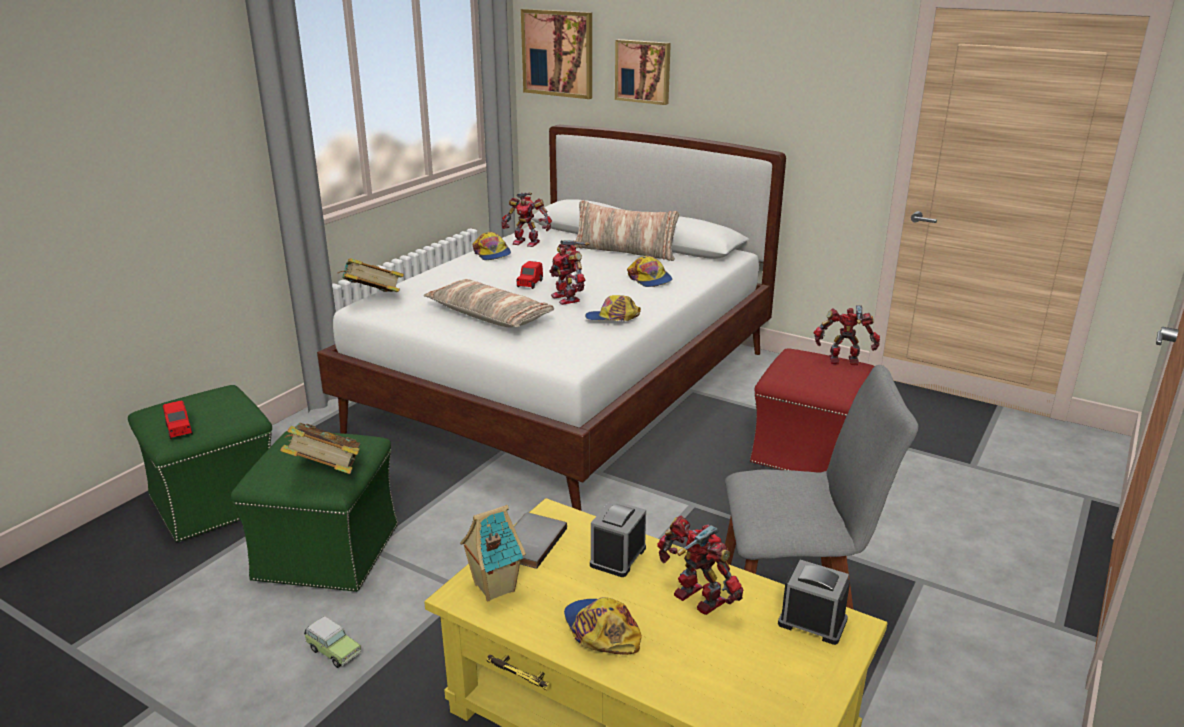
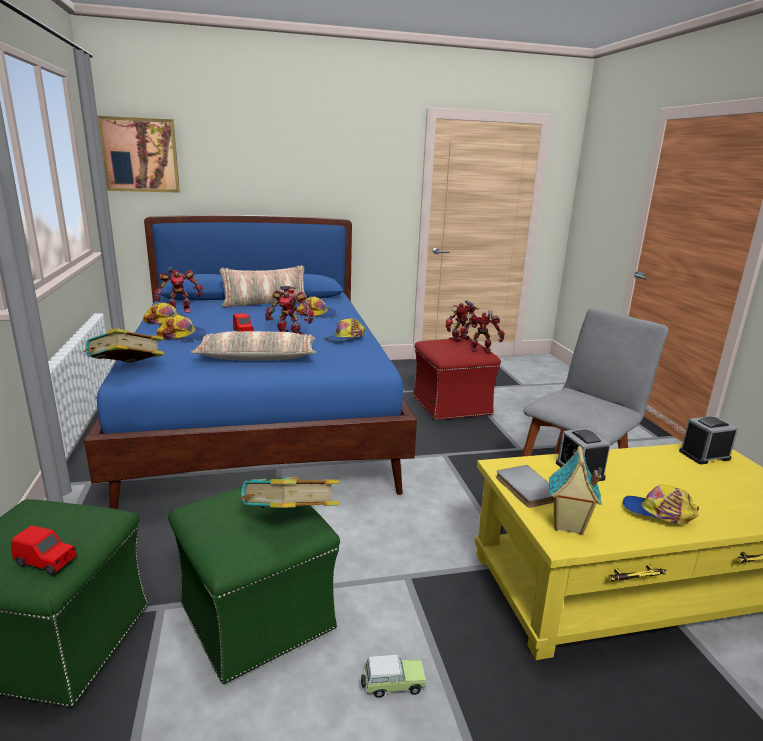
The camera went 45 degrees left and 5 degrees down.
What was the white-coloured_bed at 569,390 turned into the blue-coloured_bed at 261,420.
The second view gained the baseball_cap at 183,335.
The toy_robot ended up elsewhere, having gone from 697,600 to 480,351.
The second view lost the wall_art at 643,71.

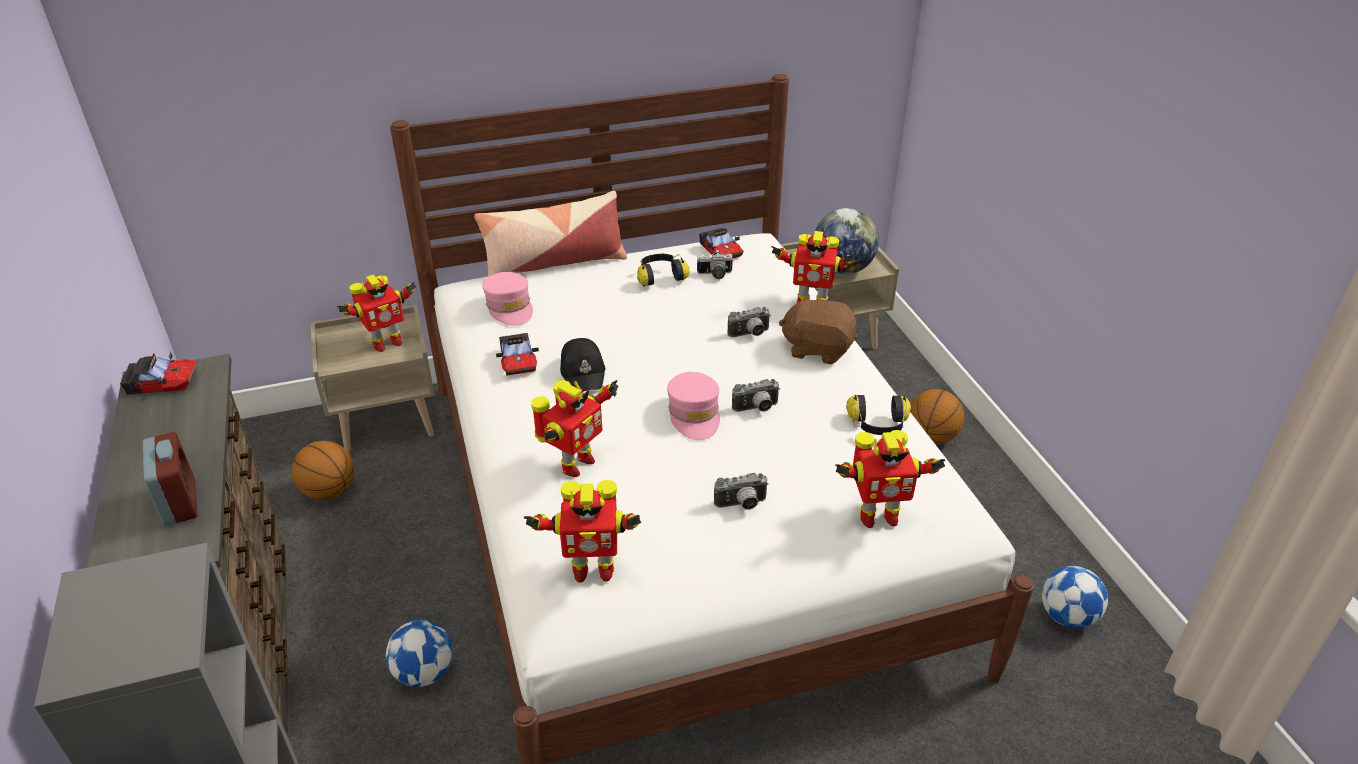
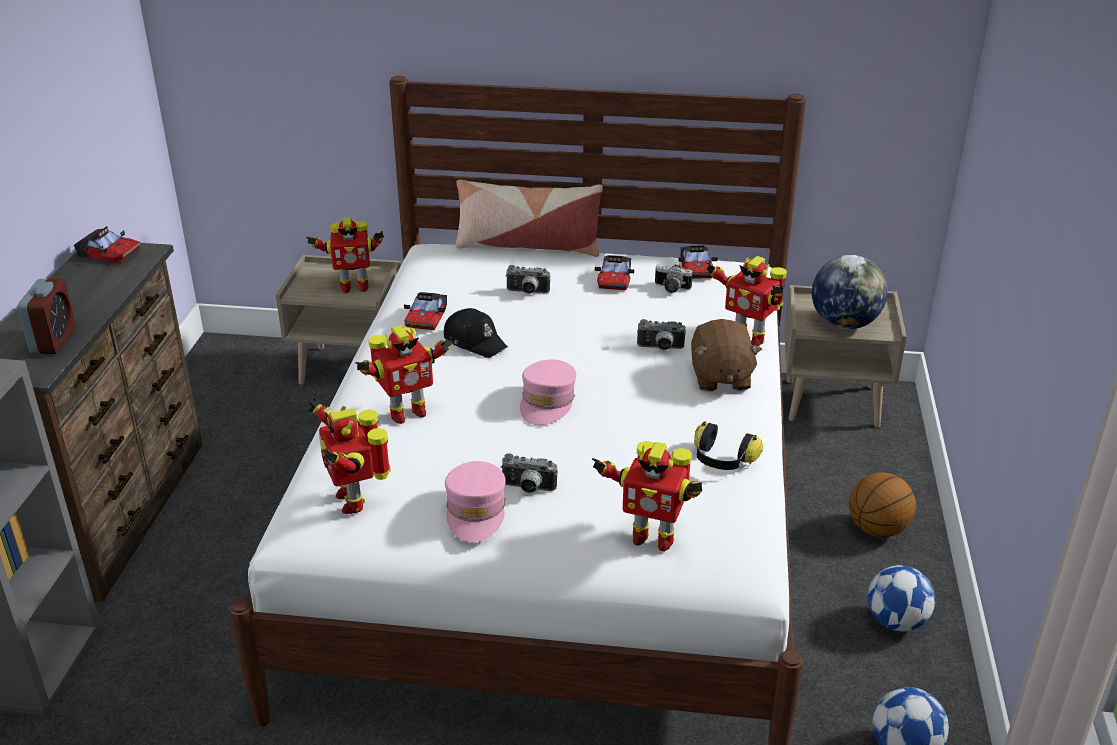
The camera went 25 degrees right and 5 degrees down.
The toy_robot at 591,569 ended up facing another way, 45 degrees clockwise from before.
The blackish_baseball_cap at 583,372 ended up facing another way, 60 degrees counterclockwise from before.
The pink-coloured_baseball_cap ended up elsewhere, having gone from 510,307 to 476,511.
The still_camera ended up elsewhere, having gone from 757,409 to 527,292.
Where the headset stood at 660,277, the miniature_car came to stand at 615,279.
The brownish_soft_toy at 817,348 ended up facing another way, 135 degrees counterclockwise from before.
The football_ball ended up elsewhere, having gone from 424,672 to 896,621.
The second view lost the basketball at 329,491.

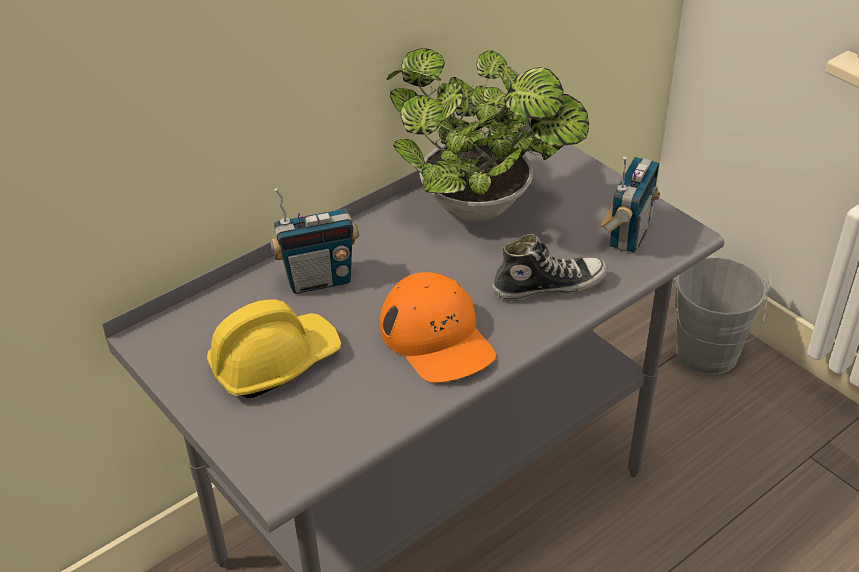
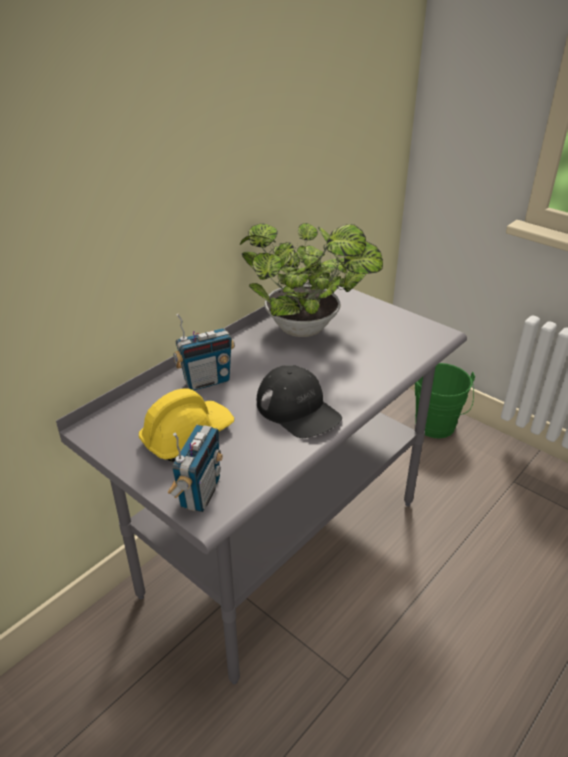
The camera went 10 degrees left and 5 degrees down.
The radio ended up elsewhere, having gone from 628,235 to 199,493.
What was the orangey_baseball_cap at 437,338 turned into the blackish_baseball_cap at 298,409.
What was the gray_water_bucket at 707,358 turned into the green_water_bucket at 436,428.
The second view lost the shoe at 549,286.

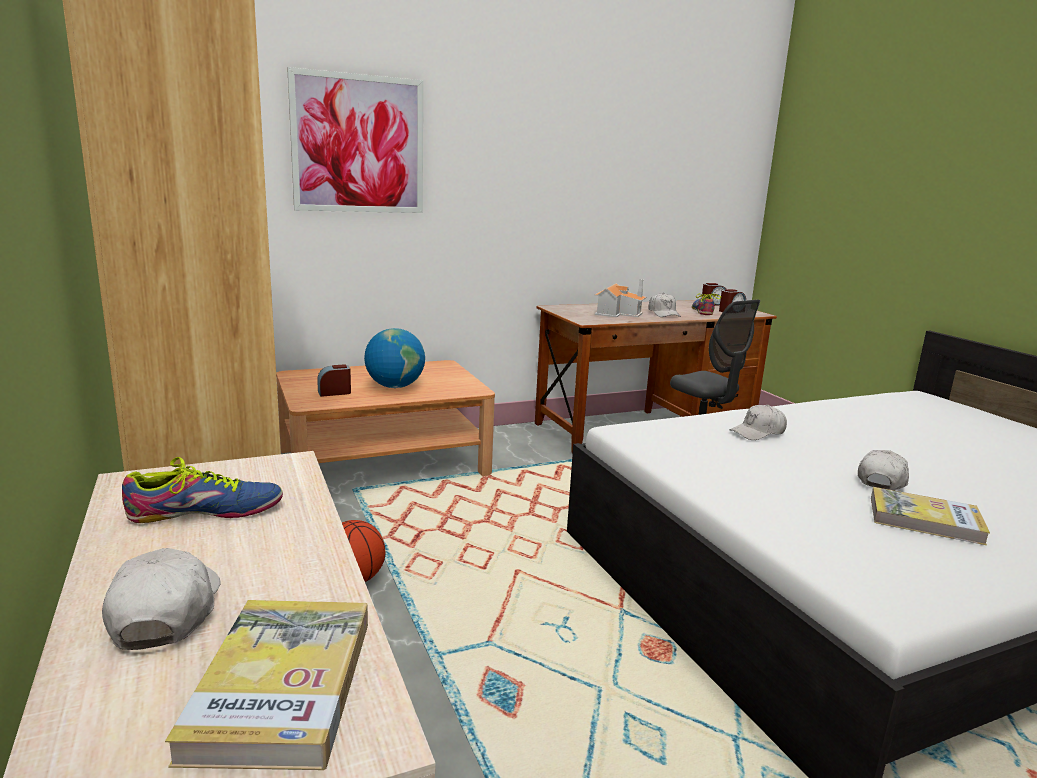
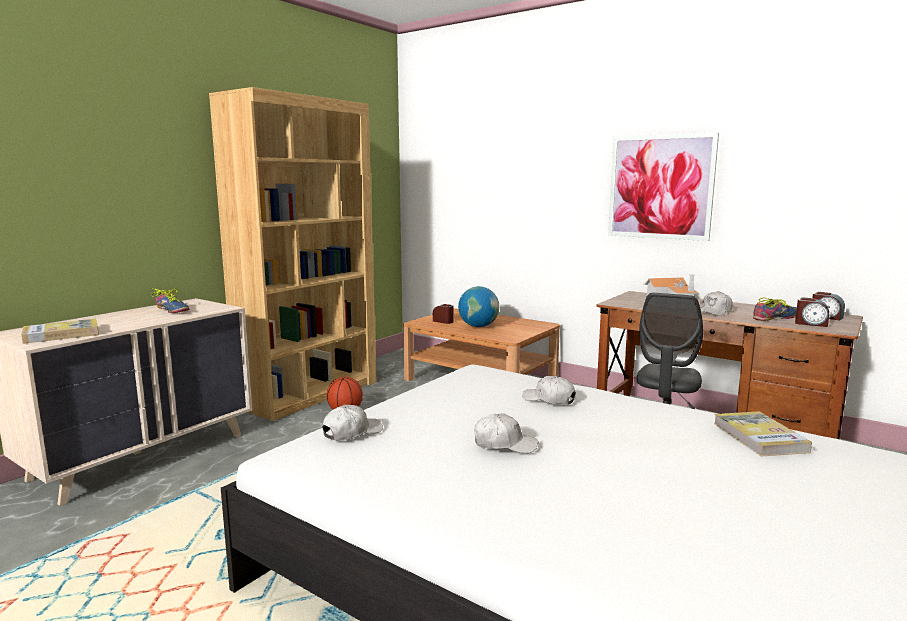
The camera went 60 degrees right and 5 degrees down.
The white-coloured_baseball_cap ended up elsewhere, having gone from 166,612 to 352,432.
The wall_art ended up elsewhere, having gone from 358,144 to 660,187.
The bound_book ended up elsewhere, having gone from 925,520 to 759,437.

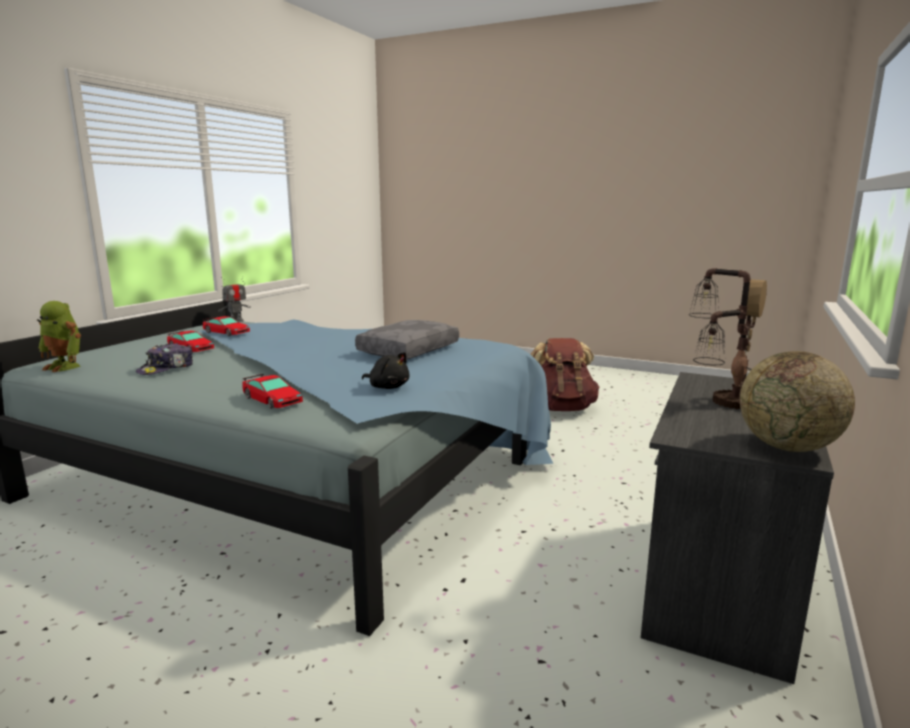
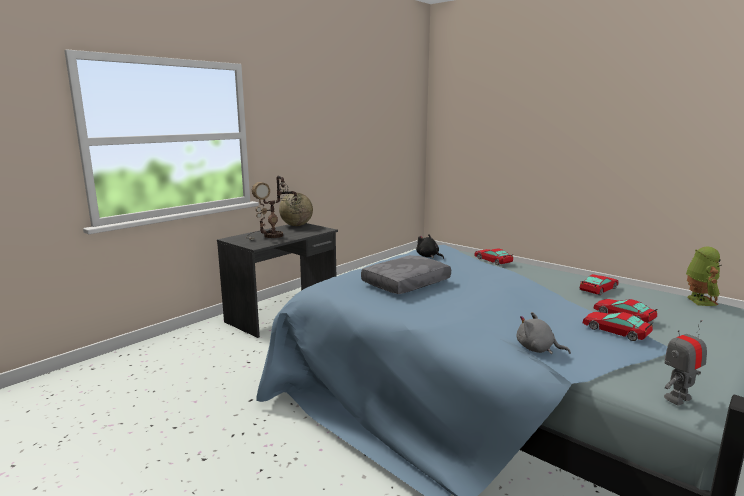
The camera went 165 degrees left and 0 degrees up.
The second view gained the gray_soft_toy at 537,349.
Where the baseball_cap stood at 166,369, the miniature_car came to stand at 598,289.
The toy_robot at 65,366 ended up facing another way, 60 degrees clockwise from before.
The second view lost the brownish_rucksack at 561,408.

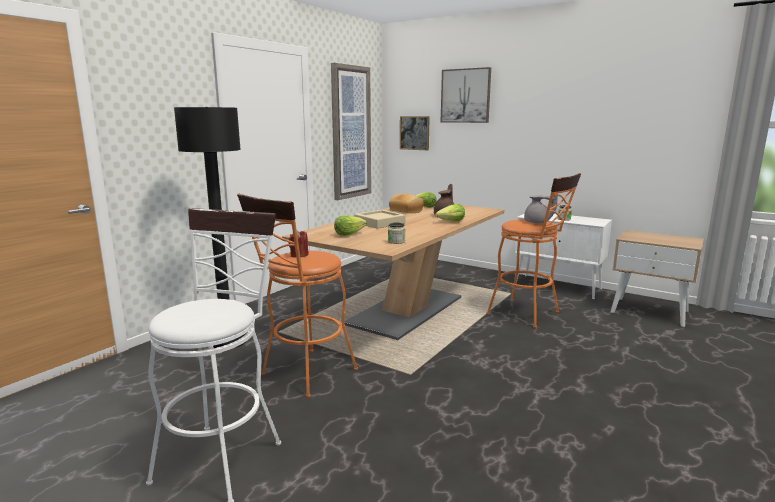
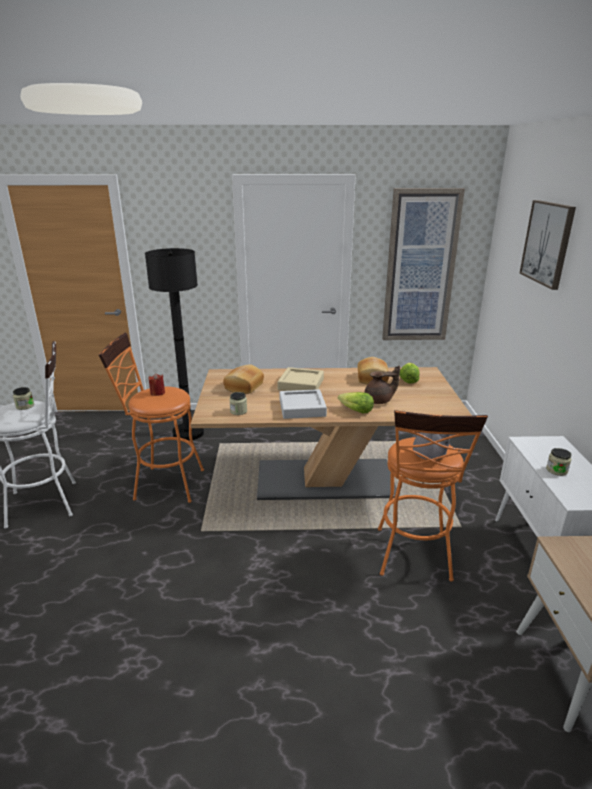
The camera went 55 degrees right and 10 degrees up.
The second view gained the storage_jar at 25,406.
Where the lettuce stood at 349,234, the bread came to stand at 243,386.
The second view gained the gray_tray at 302,408.
The second view lost the wall_art at 414,133.

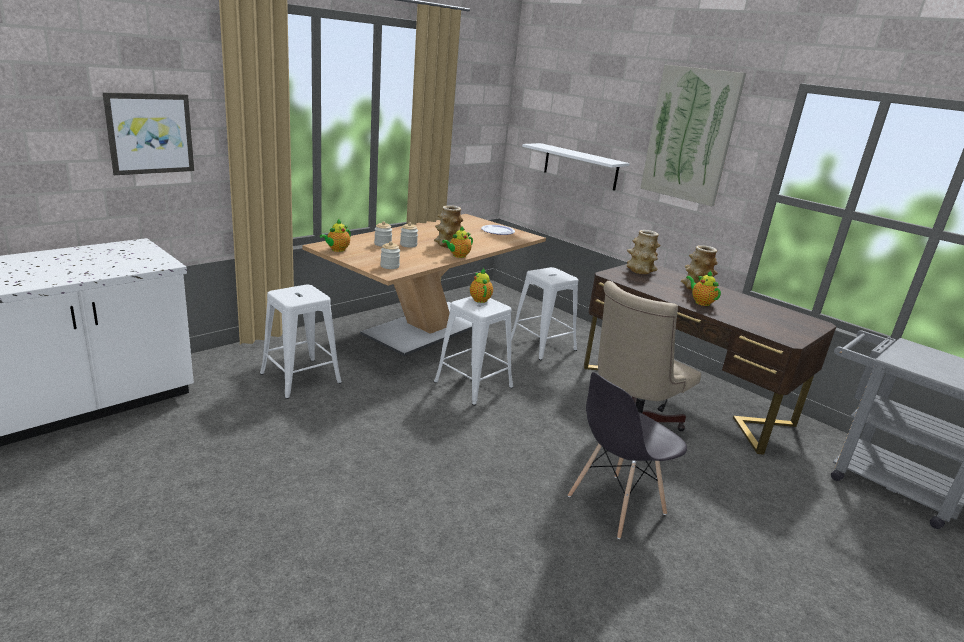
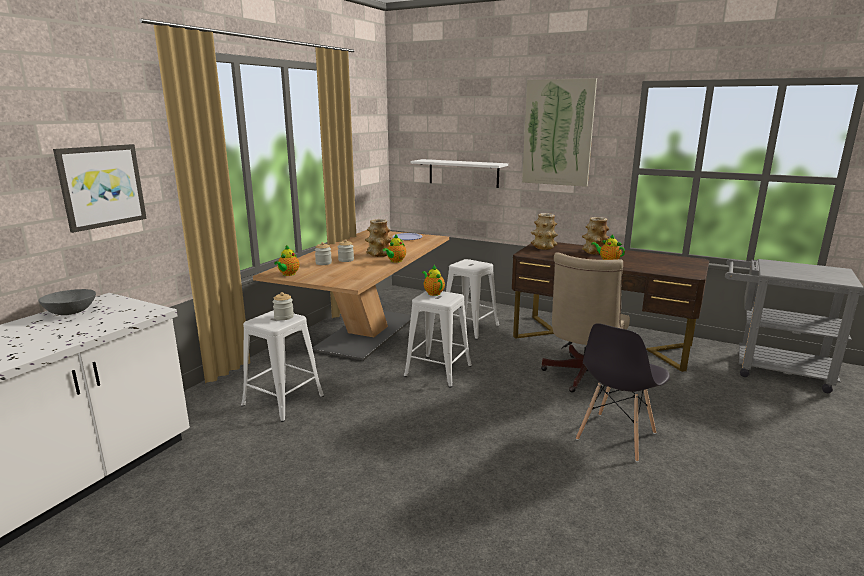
The camera went 15 degrees left and 5 degrees down.
The second view gained the gray_deep_dish at 71,312.
The storage_jar ended up elsewhere, having gone from 389,266 to 284,317.

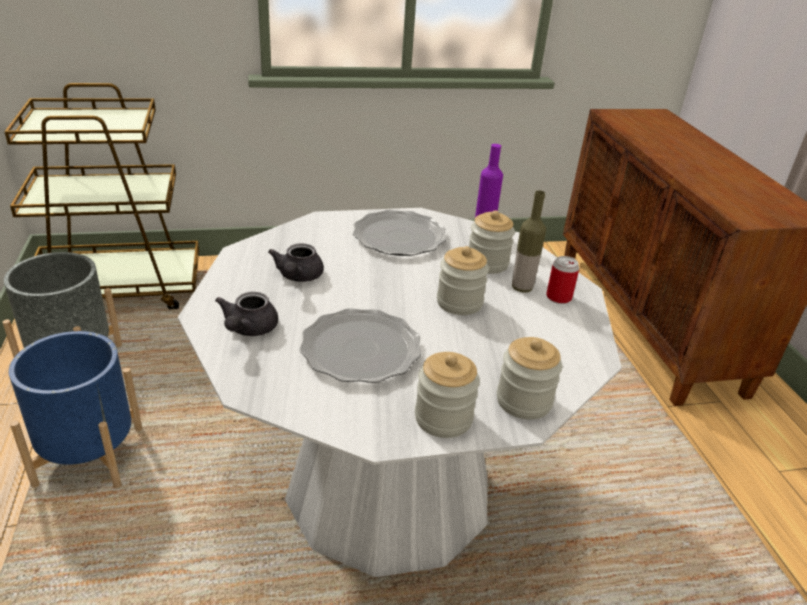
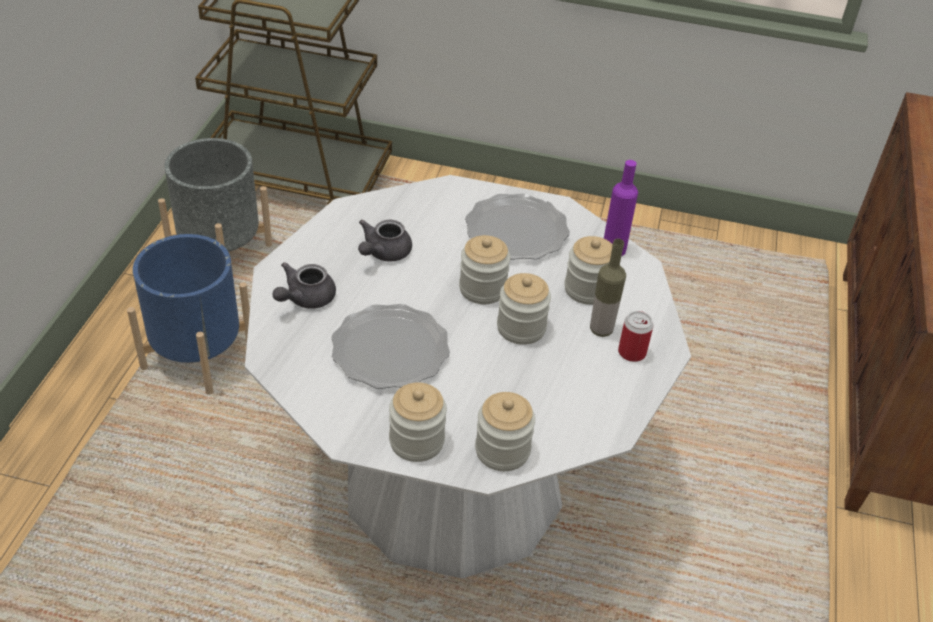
The camera went 25 degrees right and 10 degrees up.
The second view gained the storage_jar at 482,289.

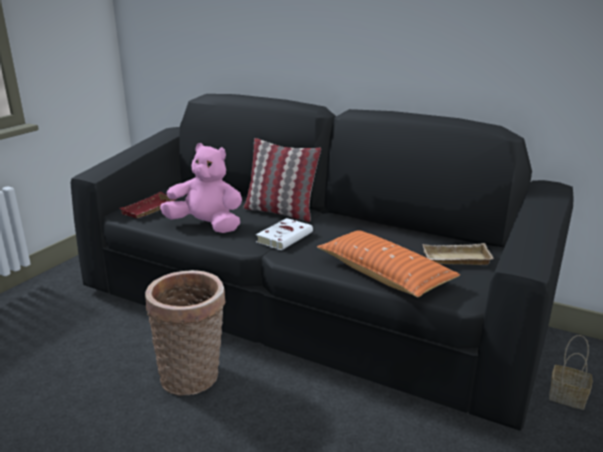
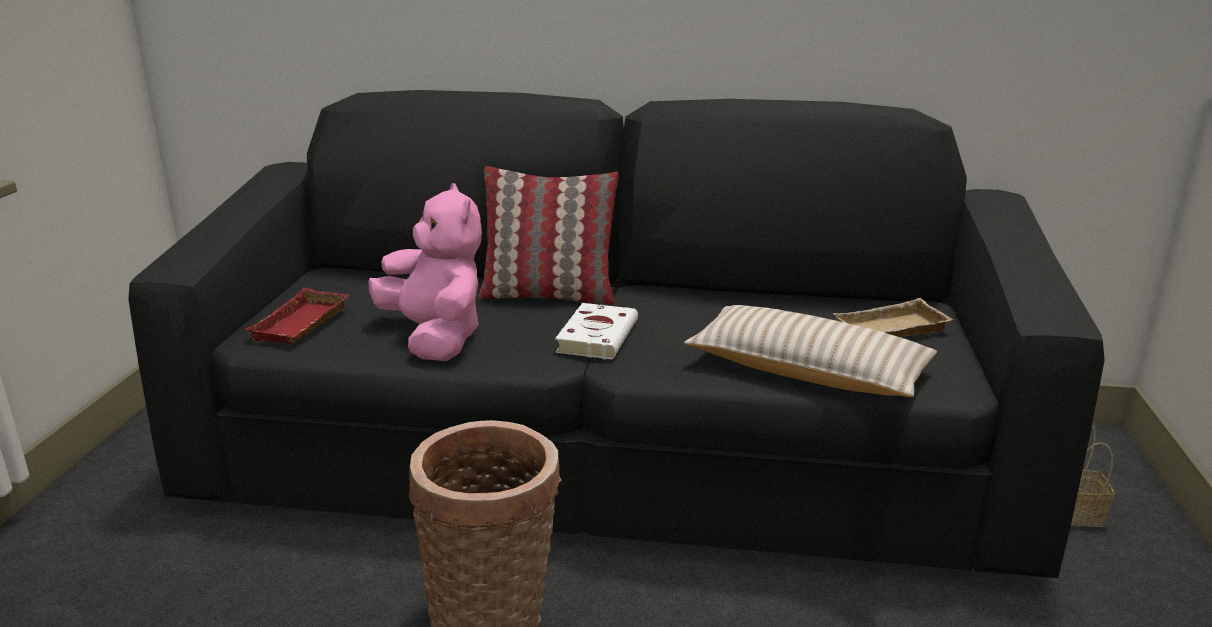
The camera went 20 degrees left and 0 degrees up.
The pink-coloured_soft_toy at 206,226 ended up facing another way, 60 degrees clockwise from before.
What was the orangey_cushion at 384,274 turned into the sand-coloured_cushion at 807,371.

